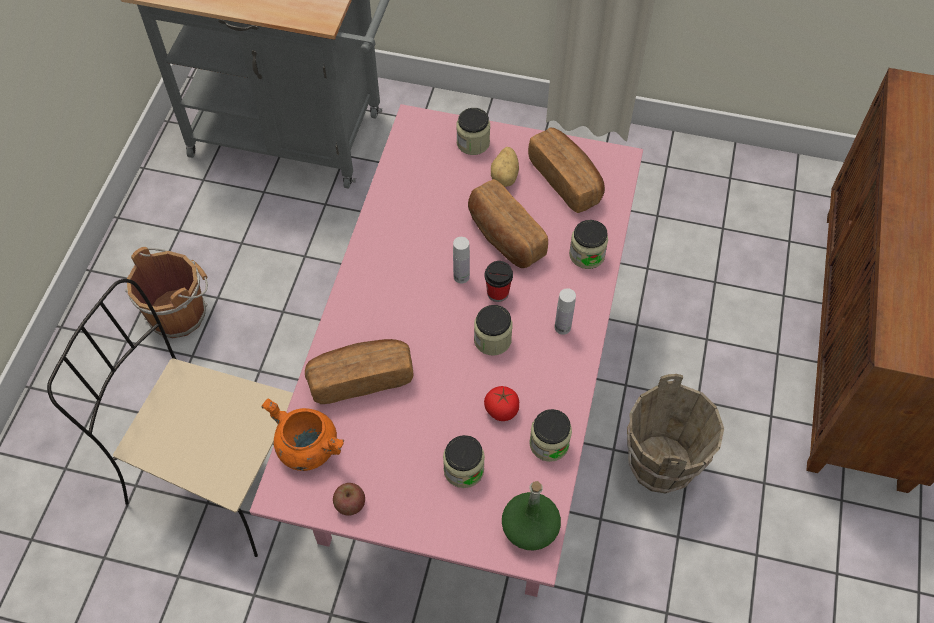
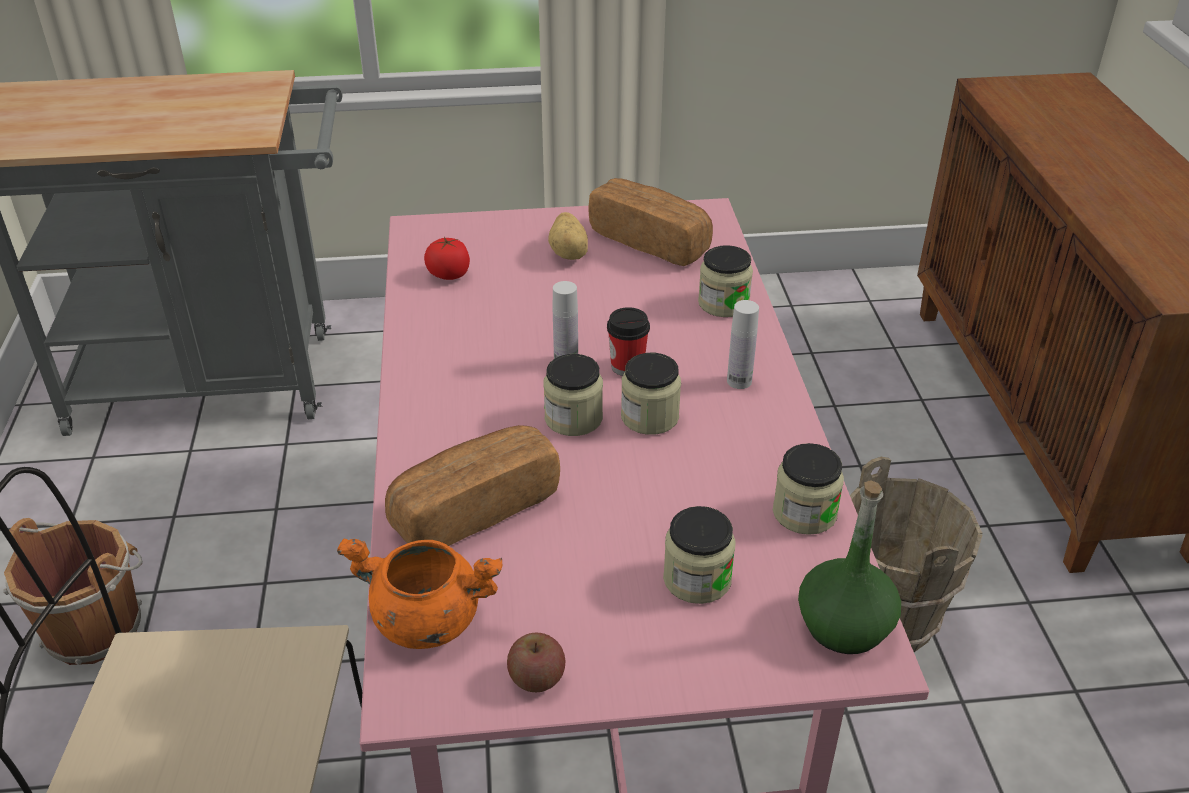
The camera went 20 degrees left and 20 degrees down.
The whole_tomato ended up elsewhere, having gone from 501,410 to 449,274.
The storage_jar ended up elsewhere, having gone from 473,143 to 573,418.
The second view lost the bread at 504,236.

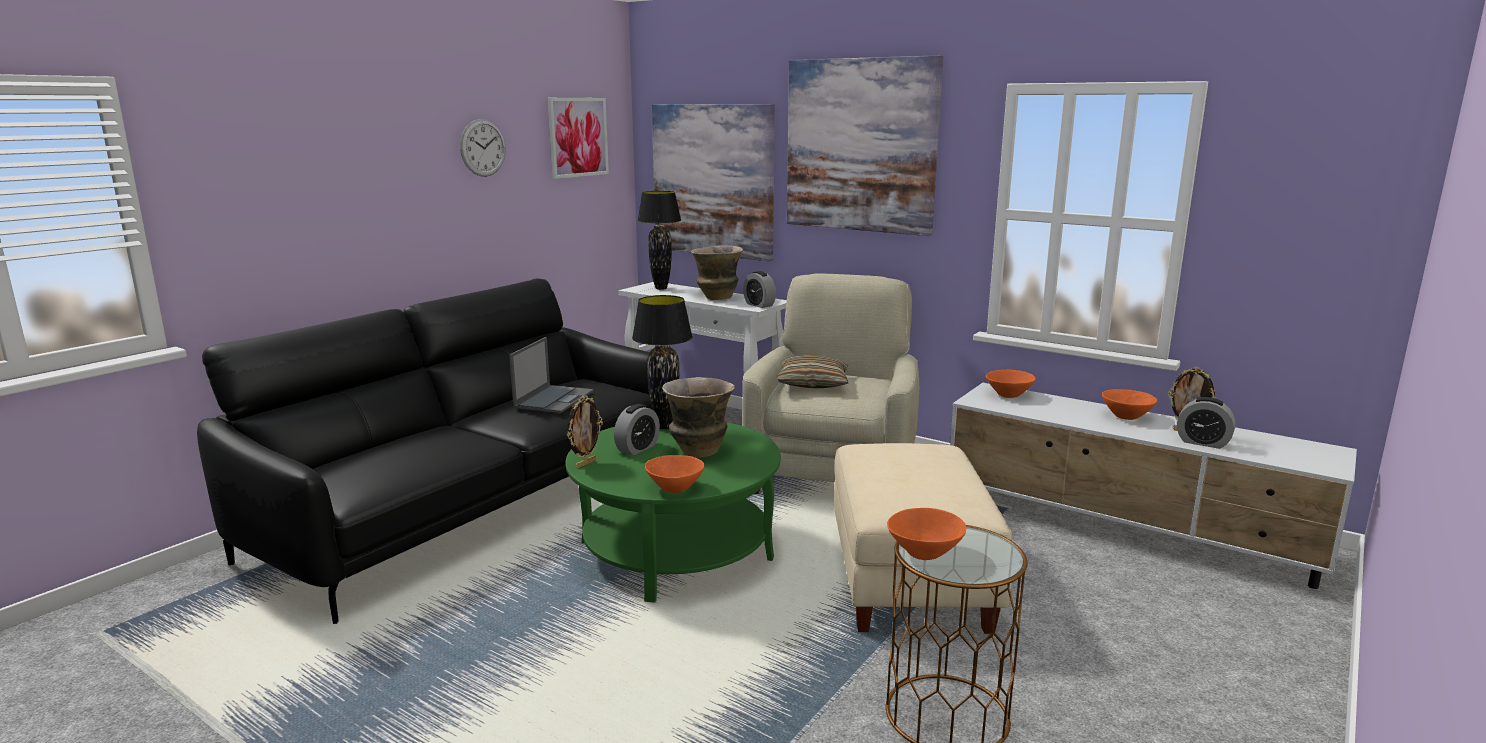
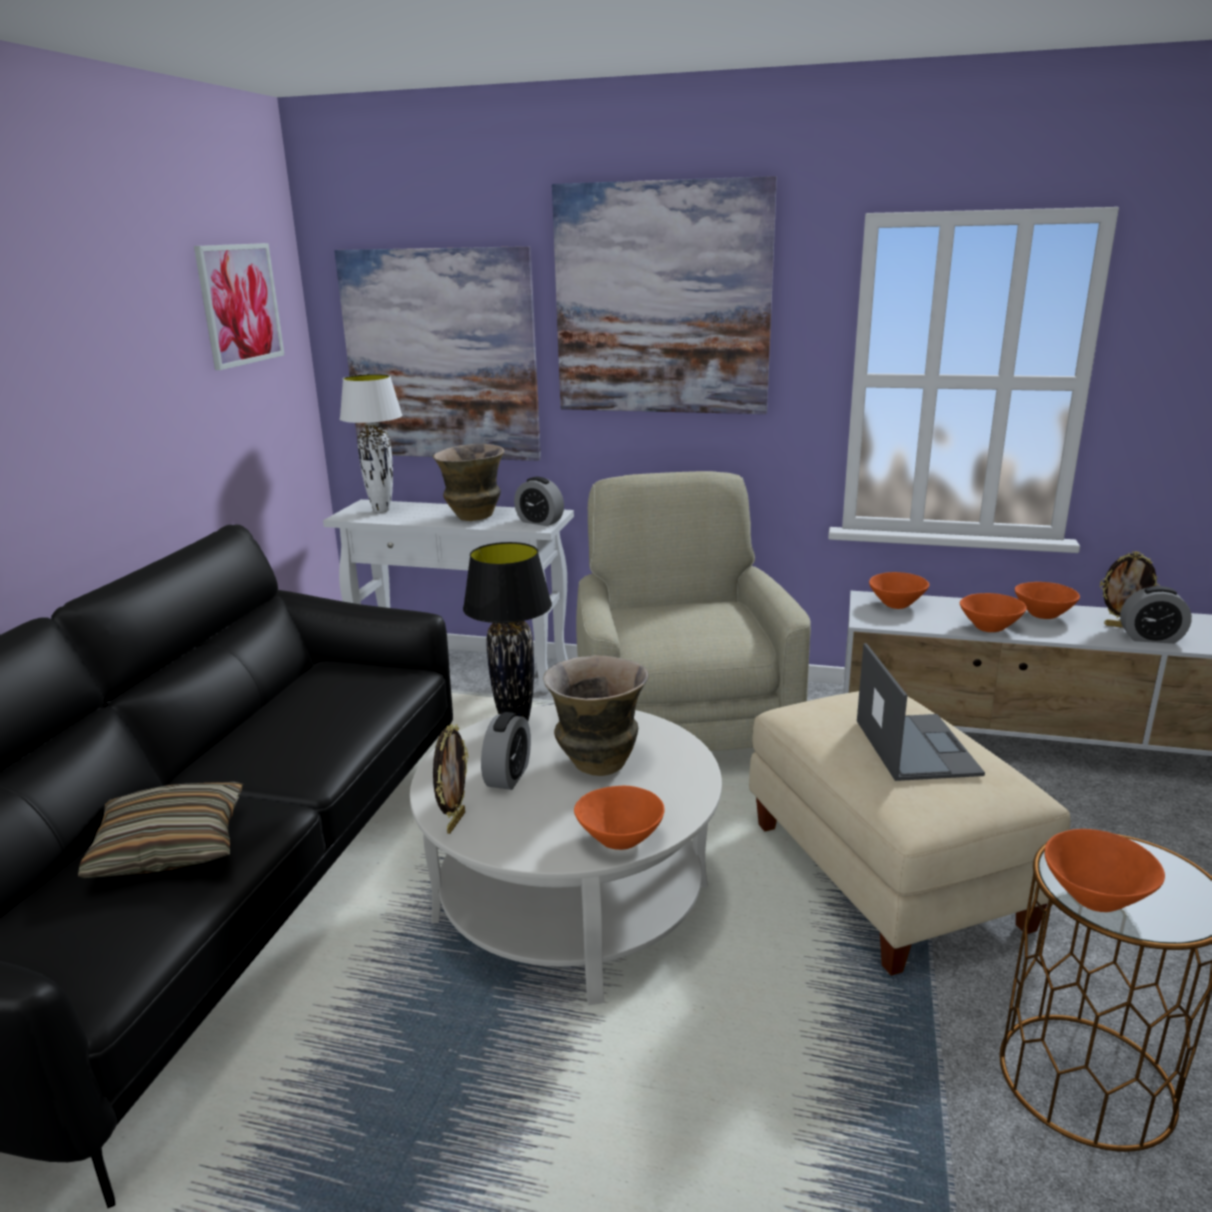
The camera went 20 degrees left and 5 degrees up.
The cushion ended up elsewhere, having gone from 813,383 to 170,846.
What was the blackish_tabletop_lamp at 661,288 turned into the white-coloured_tabletop_lamp at 382,510.
What was the green_coffee_table at 676,550 turned into the white-coloured_coffee_table at 571,901.
The notebook_computer ended up elsewhere, having gone from 554,399 to 915,746.
The second view gained the orangey_deep_dish at 988,627.
The second view lost the clock_on_the_wall at 483,148.

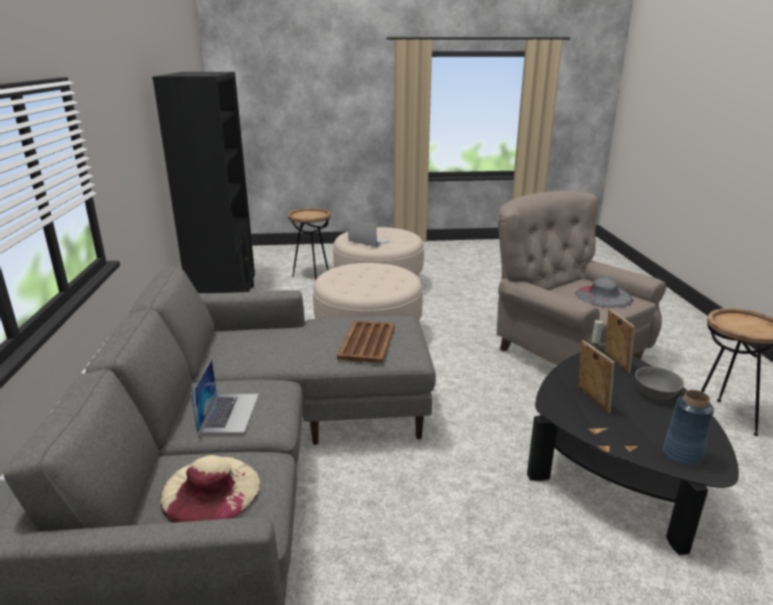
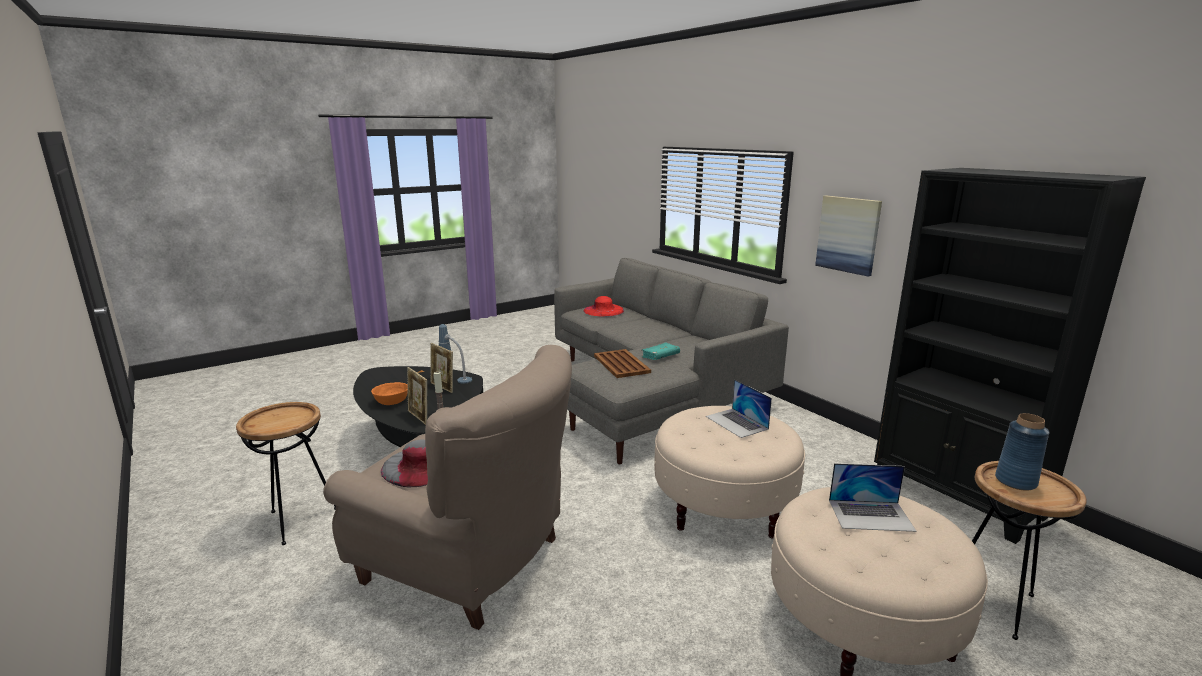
The camera went 150 degrees right and 5 degrees down.
What was the gray_deep_dish at 656,394 turned into the orangey_deep_dish at 391,401.
The second view gained the tabletop_lamp at 456,379.
What was the sand-coloured_clothing_hat at 210,490 turned into the red-coloured_clothing_hat at 603,310.
The second view gained the turquoise_bound_book at 660,356.
The notebook_computer ended up elsewhere, having gone from 229,412 to 736,422.
The second view gained the wall_art at 848,234.
The blue-coloured_vase ended up elsewhere, having gone from 681,455 to 1016,481.

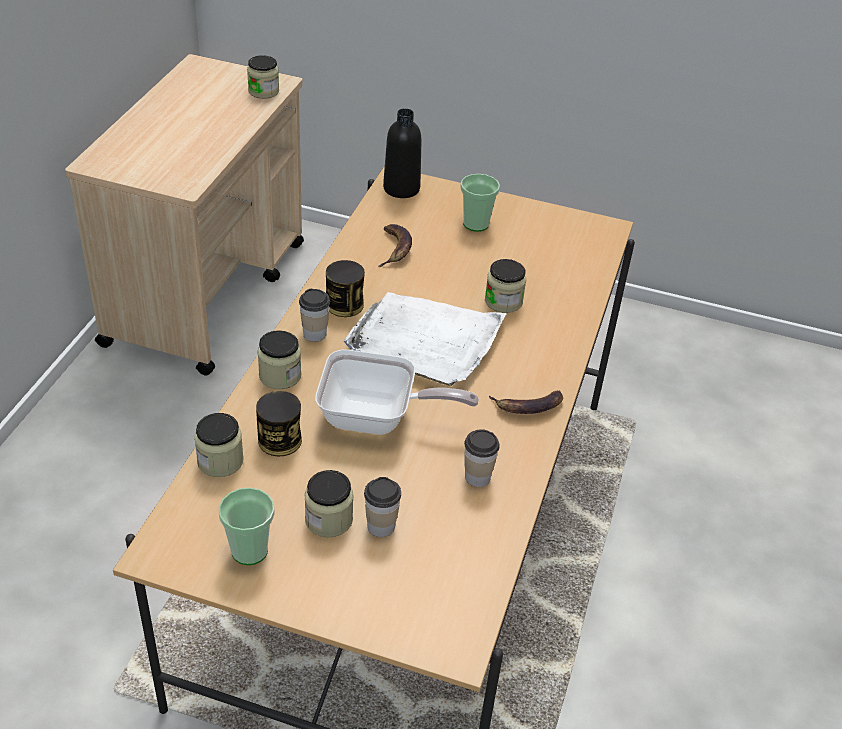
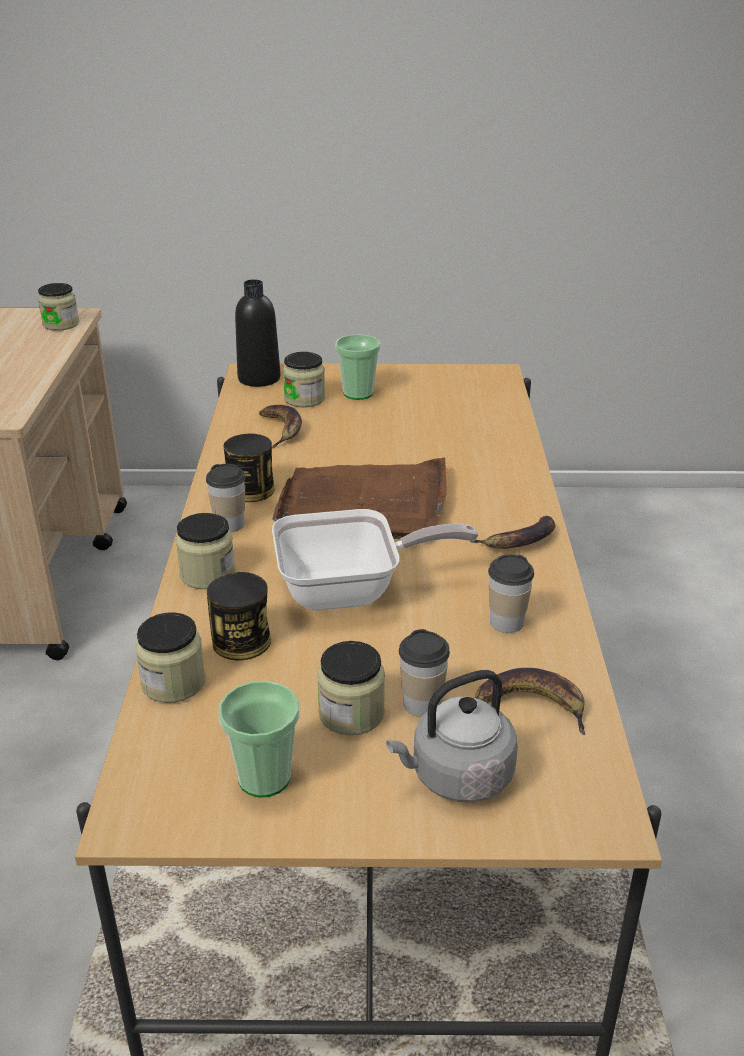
The camera went 15 degrees left and 10 degrees down.
What was the white-coloured_tray at 425,341 turned into the brownish_tray at 364,505.
The storage_jar ended up elsewhere, having gone from 503,301 to 304,399.
The second view gained the gray_tea_kettle at 456,777.
The second view gained the banana_fruit at 532,705.

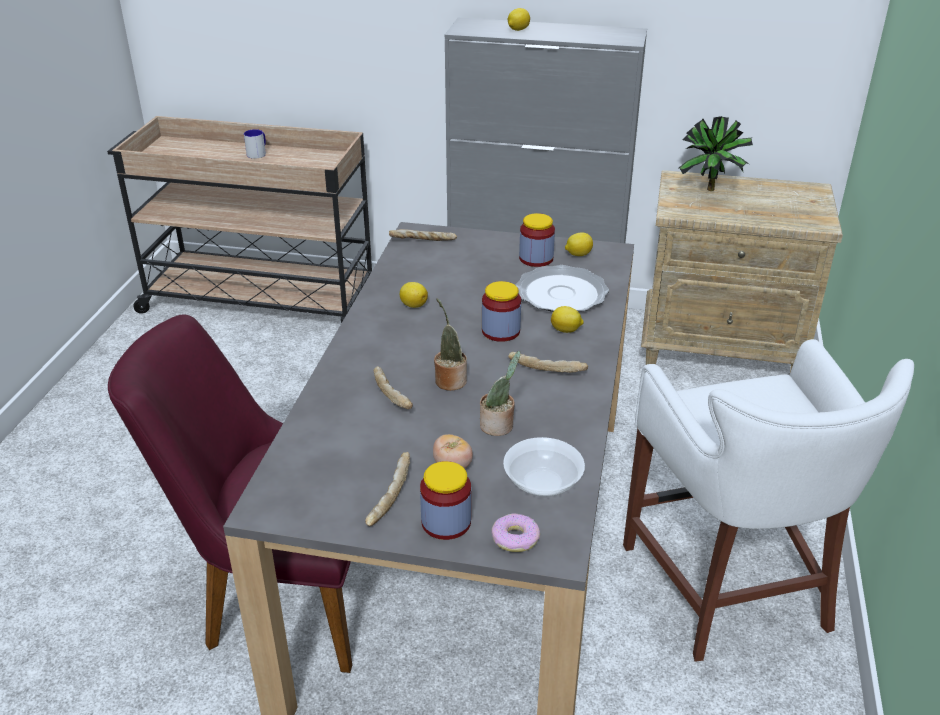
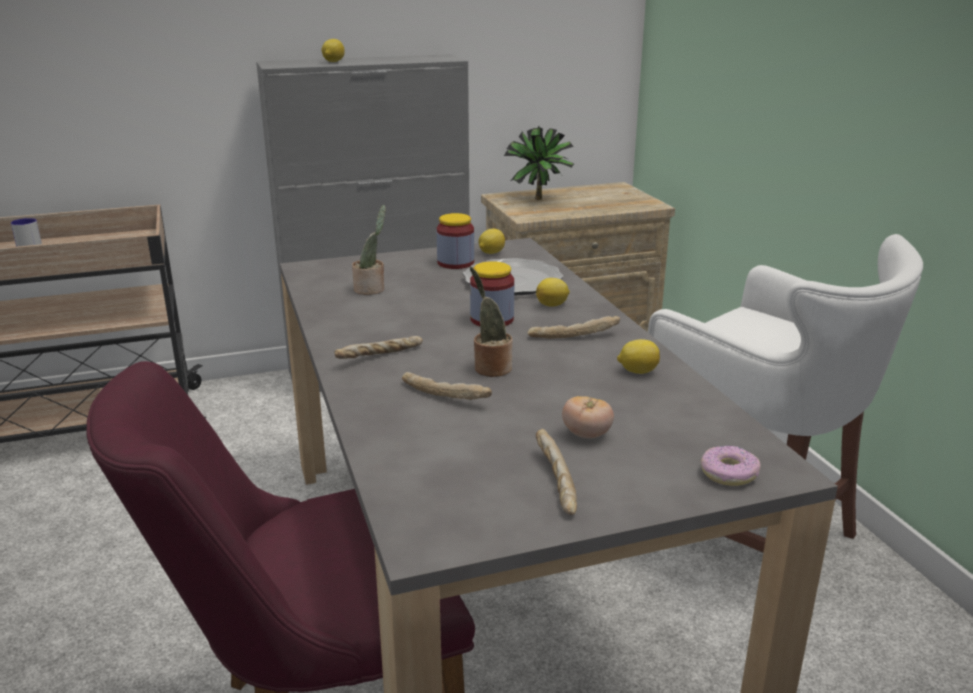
The camera went 30 degrees left and 10 degrees down.
The bread ended up elsewhere, having gone from 423,242 to 380,357.
The potted_plant ended up elsewhere, having gone from 499,426 to 371,289.
The citrus_fruit ended up elsewhere, having gone from 413,305 to 637,371.
The second view lost the storage_jar at 446,522.
The second view lost the deep_dish at 543,482.

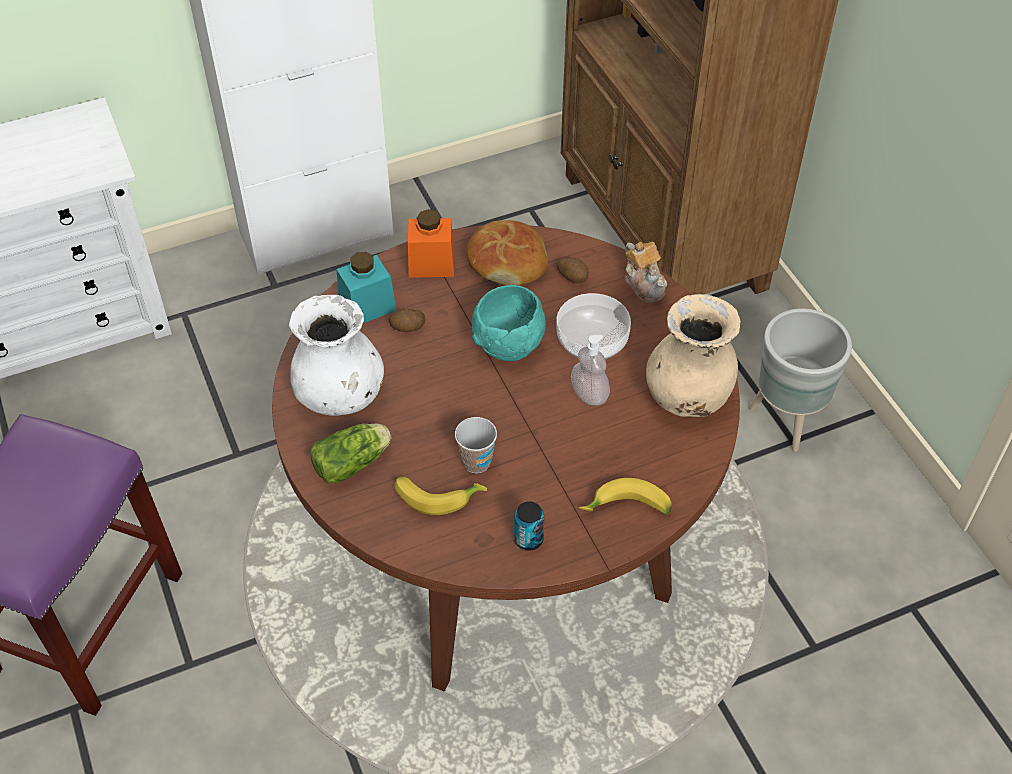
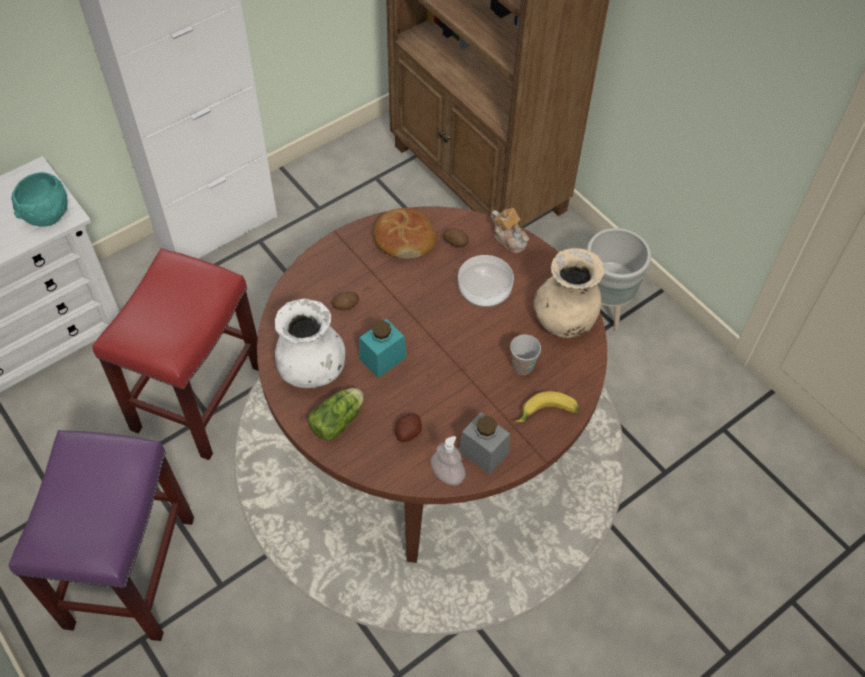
The camera went 15 degrees left and 5 degrees up.
The turquoise_deep_dish ended up elsewhere, having gone from 509,345 to 47,215.
The second view gained the red-coloured_stool at 199,399.
The turquoise_storage_jar ended up elsewhere, having gone from 367,306 to 382,358.
Where the banana_fruit stood at 437,495, the spud came to stand at 408,432.
The liquid_soap_bottle ended up elsewhere, having gone from 589,394 to 447,474.
Where the metal_can stood at 528,539, the gray_storage_jar came to stand at 483,452.
The drinking_cup ended up elsewhere, having gone from 476,462 to 522,366.
The second view lost the orangey_storage_jar at 431,264.

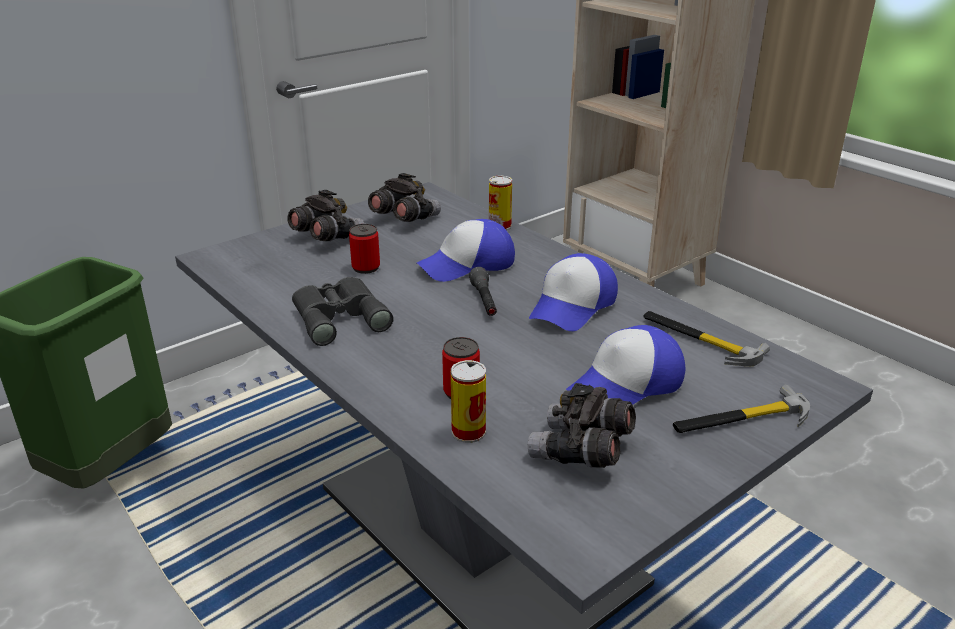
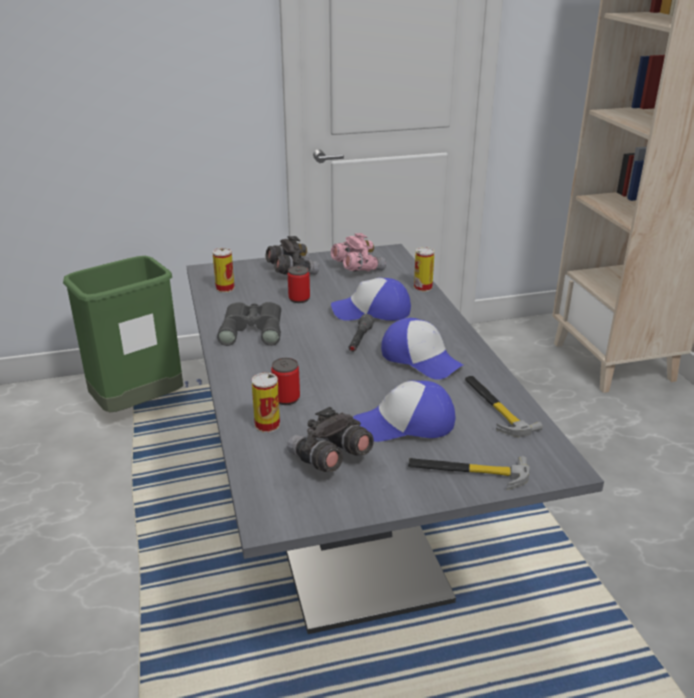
The camera went 25 degrees right and 0 degrees up.
The second view gained the metal_can at 225,288.
What was the gray_field_glasses at 404,219 turned into the pink-coloured_field_glasses at 357,269.
The baseball_cap at 573,306 ended up facing another way, 105 degrees counterclockwise from before.

